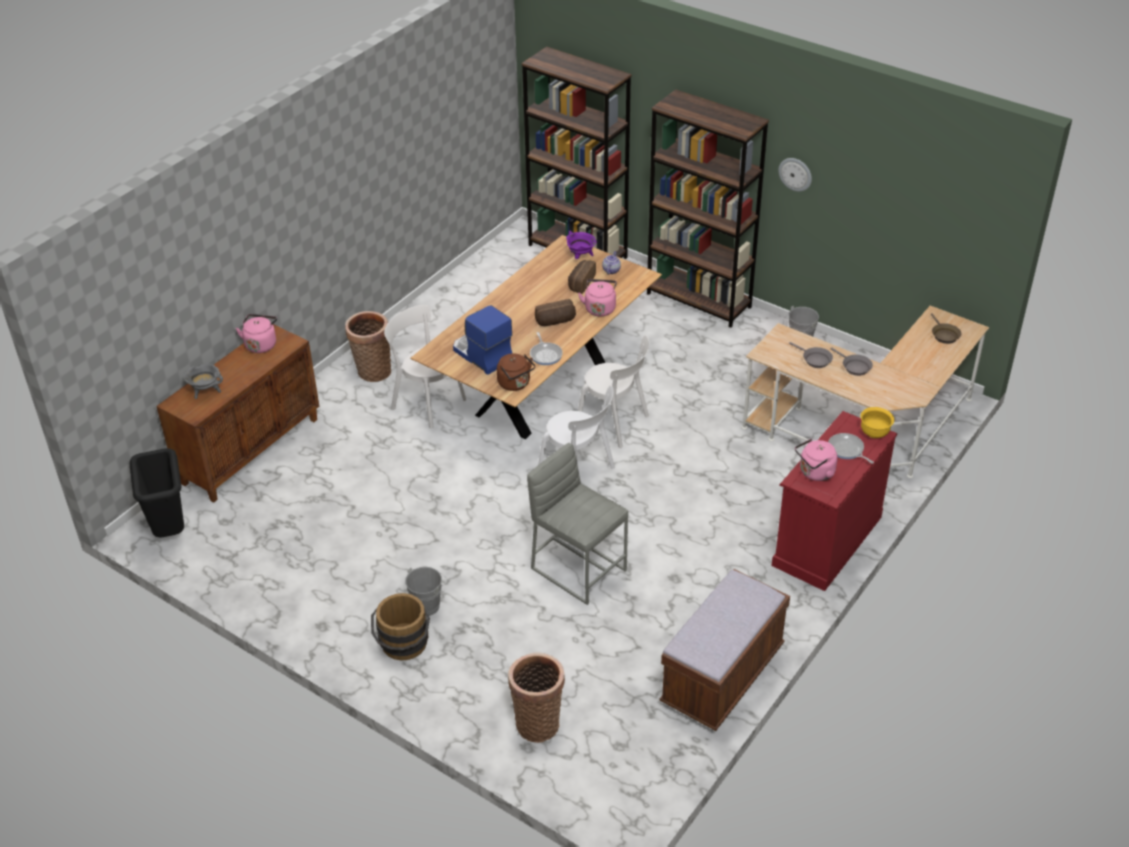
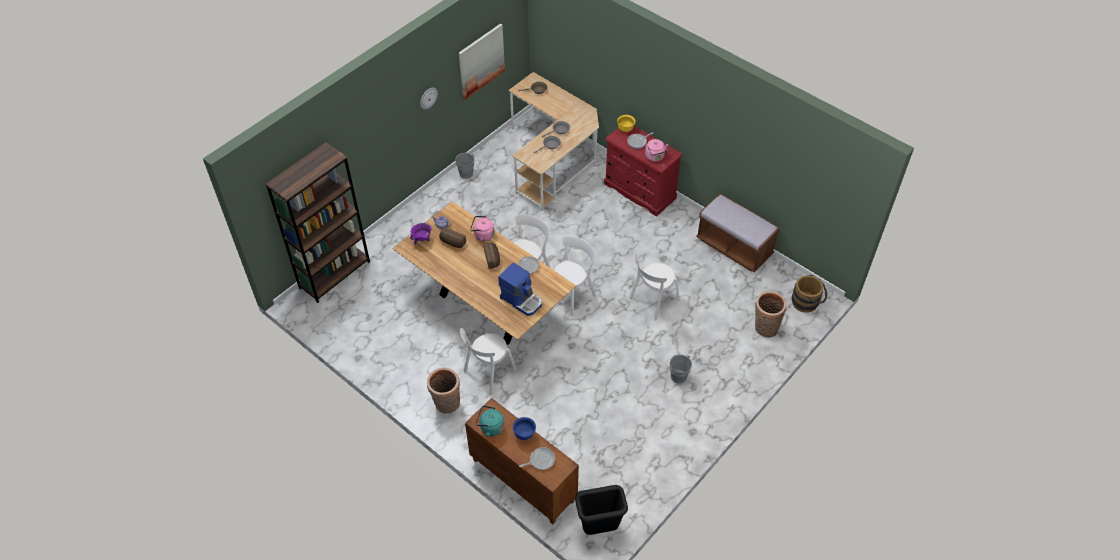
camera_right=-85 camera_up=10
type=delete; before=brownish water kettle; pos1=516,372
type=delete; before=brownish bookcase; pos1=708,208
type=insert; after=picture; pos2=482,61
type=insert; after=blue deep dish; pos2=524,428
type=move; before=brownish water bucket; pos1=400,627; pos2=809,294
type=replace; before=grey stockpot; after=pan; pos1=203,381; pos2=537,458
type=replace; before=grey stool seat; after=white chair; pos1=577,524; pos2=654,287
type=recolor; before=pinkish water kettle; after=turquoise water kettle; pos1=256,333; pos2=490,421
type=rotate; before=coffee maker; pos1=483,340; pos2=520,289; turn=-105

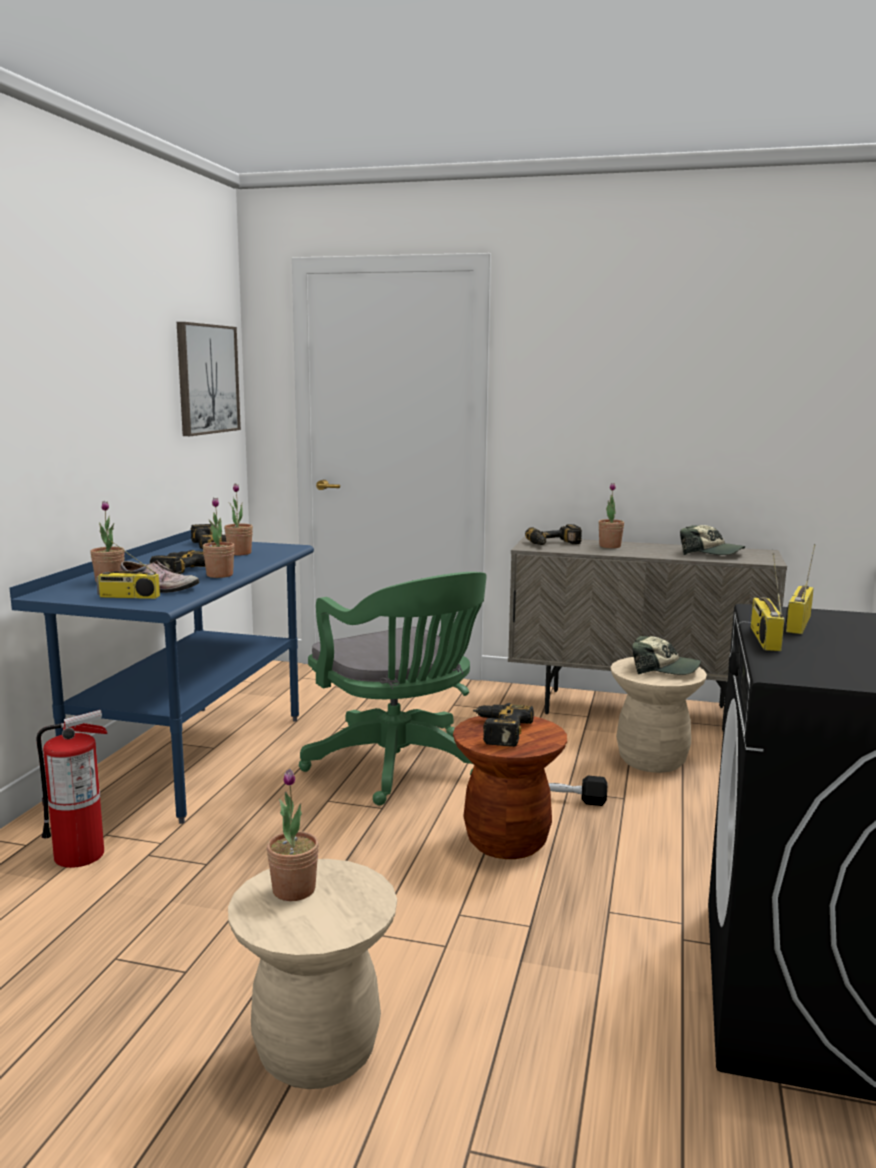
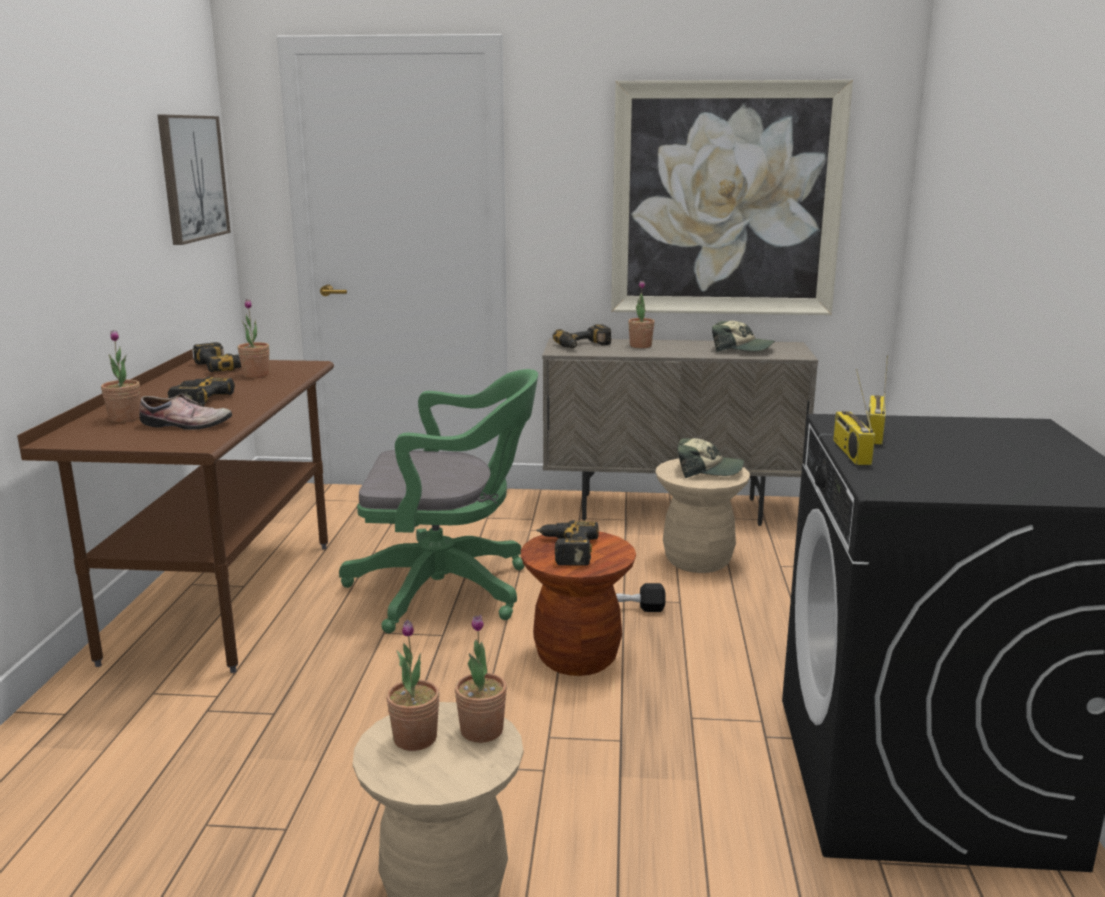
camera_right=-10 camera_up=5
type=delete; before=fire-fighting cylinder; pos1=72,789
type=delete; before=radio set; pos1=128,569
type=insert; after=picture; pos2=732,197
type=move; before=houseplant; pos1=218,537; pos2=481,679
type=recolor; before=blue desk table; after=brownish desk table; pos1=162,677; pos2=175,511
type=rotate; before=green-coloured desk chair; pos1=393,689; pos2=438,501; turn=-45

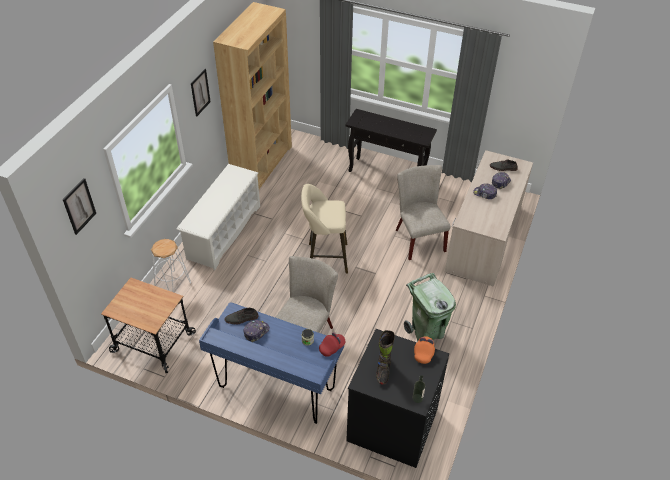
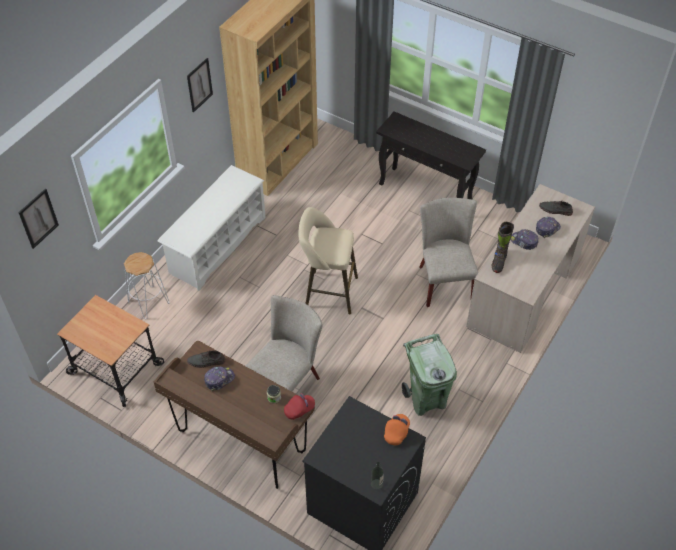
camera_right=10 camera_up=5
type=move; before=black-coloured boot; pos1=385,357; pos2=503,247
type=recolor; before=blue desk table; after=brownish desk table; pos1=271,363; pos2=234,415

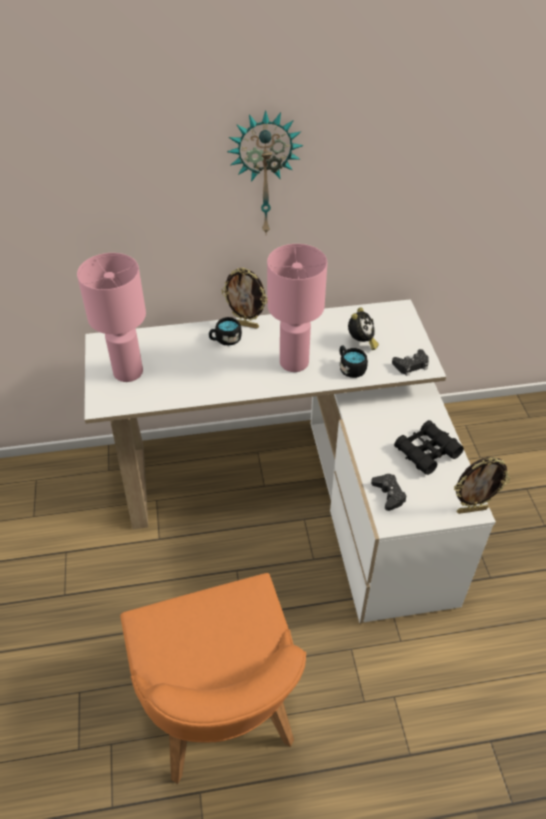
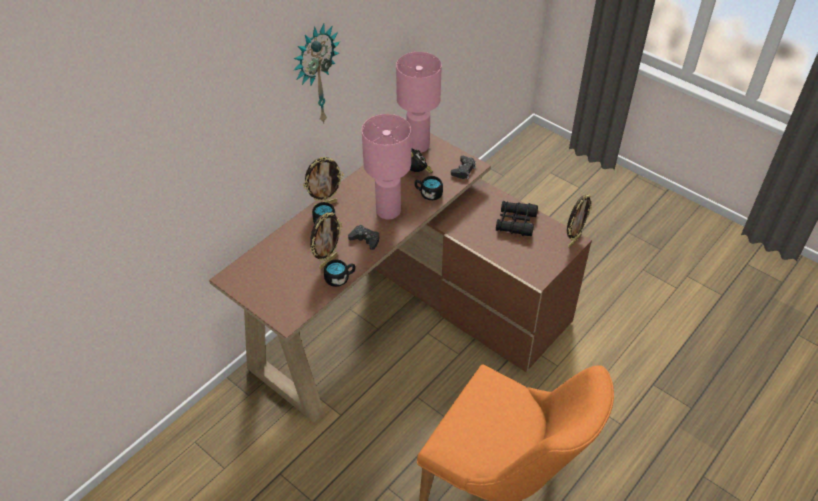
camera_right=-40 camera_up=0
type=insert; after=photo frame; pos2=326,240
type=insert; after=black-coloured coffee mug; pos2=339,273
type=move; before=pinkish table lamp; pos1=111,317; pos2=419,102
type=move; before=black-coloured gamepad; pos1=388,492; pos2=363,237
type=recolor; before=white desk table; after=brownish desk table; pos1=290,461; pos2=400,278

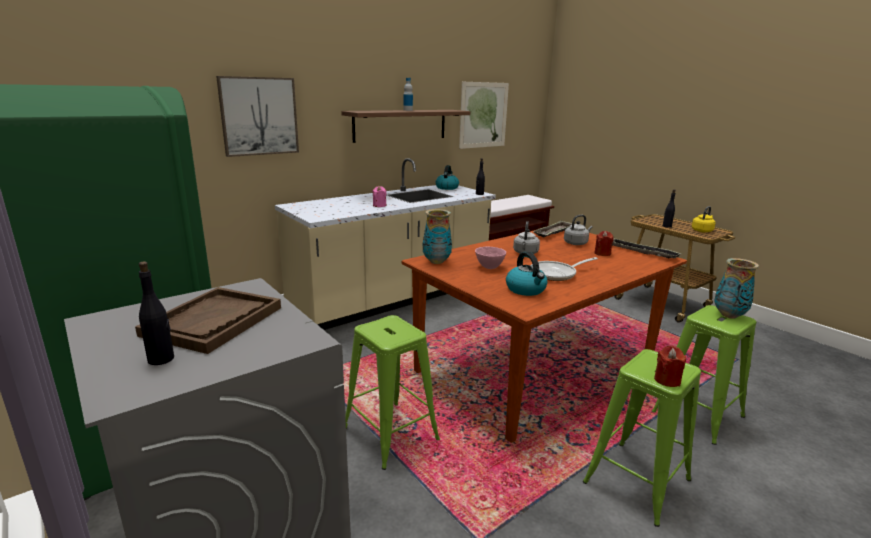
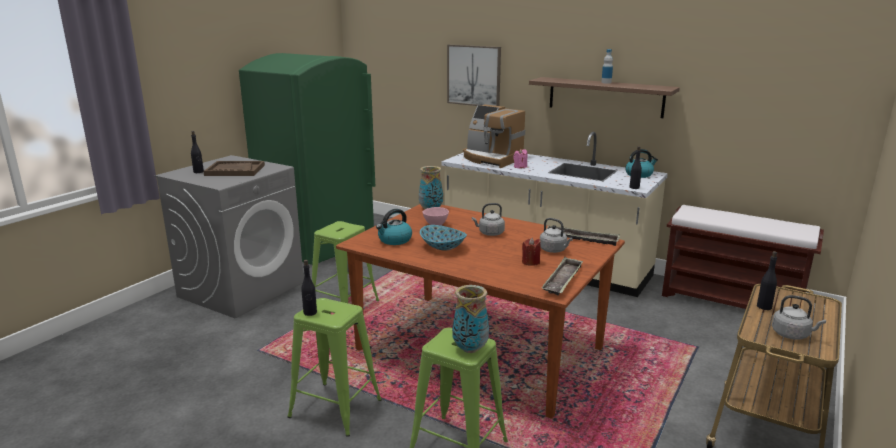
camera_right=70 camera_up=0
type=delete; before=picture; pos1=484,115
type=insert; after=coffee maker; pos2=494,136
type=replace; before=pan; after=deep dish; pos1=564,269; pos2=443,238
type=replace; before=red wax candle; after=black-coloured drink bottle; pos1=670,366; pos2=309,288
type=recolor; before=yellowish water kettle; after=grey water kettle; pos1=704,219; pos2=799,317

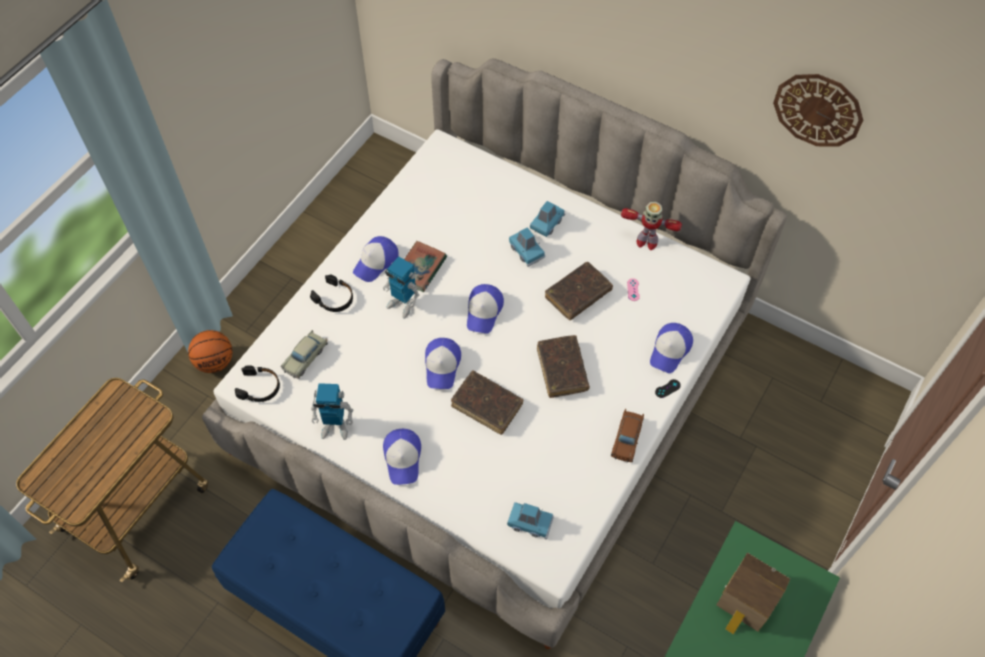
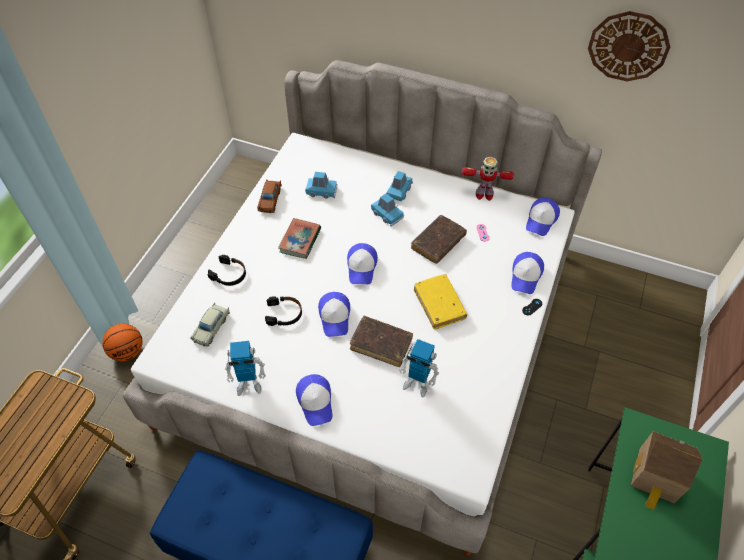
camera_right=-10 camera_up=-5
type=move; before=black-coloured pair of headphones; pos1=257,383; pos2=283,311
type=move; before=cap; pos1=376,259; pos2=543,217
type=move; before=model robot; pos1=401,288; pos2=419,368
type=move; before=blue model car; pos1=530,520; pos2=321,185
type=move; before=brownish model car; pos1=627,436; pos2=269,196
type=recolor; before=brownish volume; after=yellowish volume; pos1=563,366; pos2=440,301

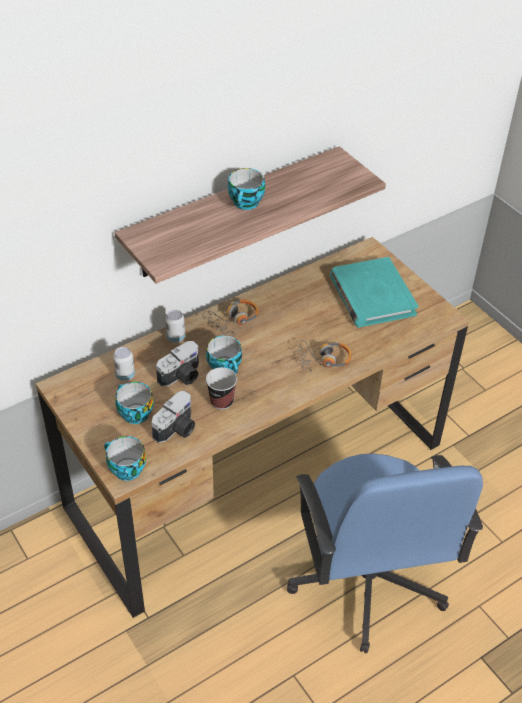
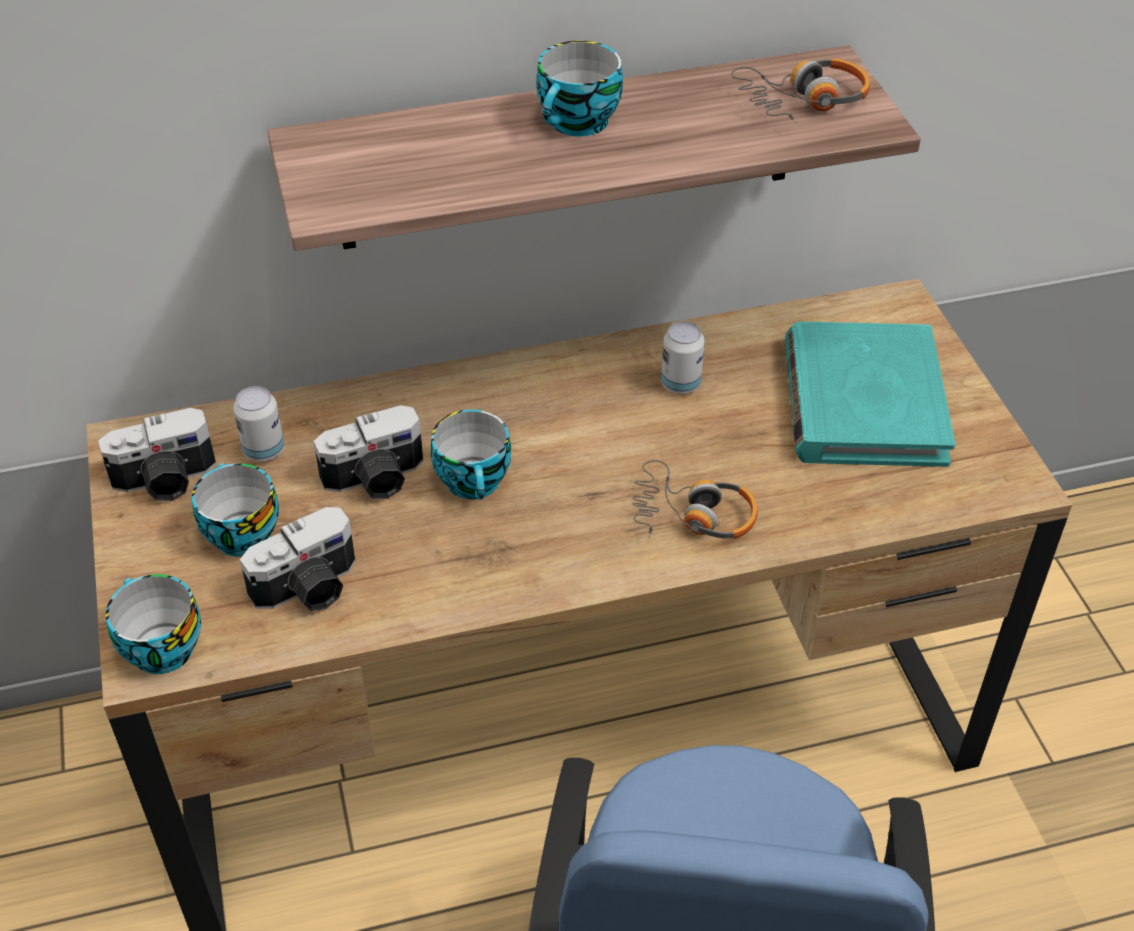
camera_right=20 camera_up=0
type=delete; before=small cup; pos1=221,388
type=insert; after=still camera; pos2=157,454
type=move; before=metal can; pos1=175,326; pos2=683,357
type=move; before=pair of headphones; pos1=231,317; pos2=800,90

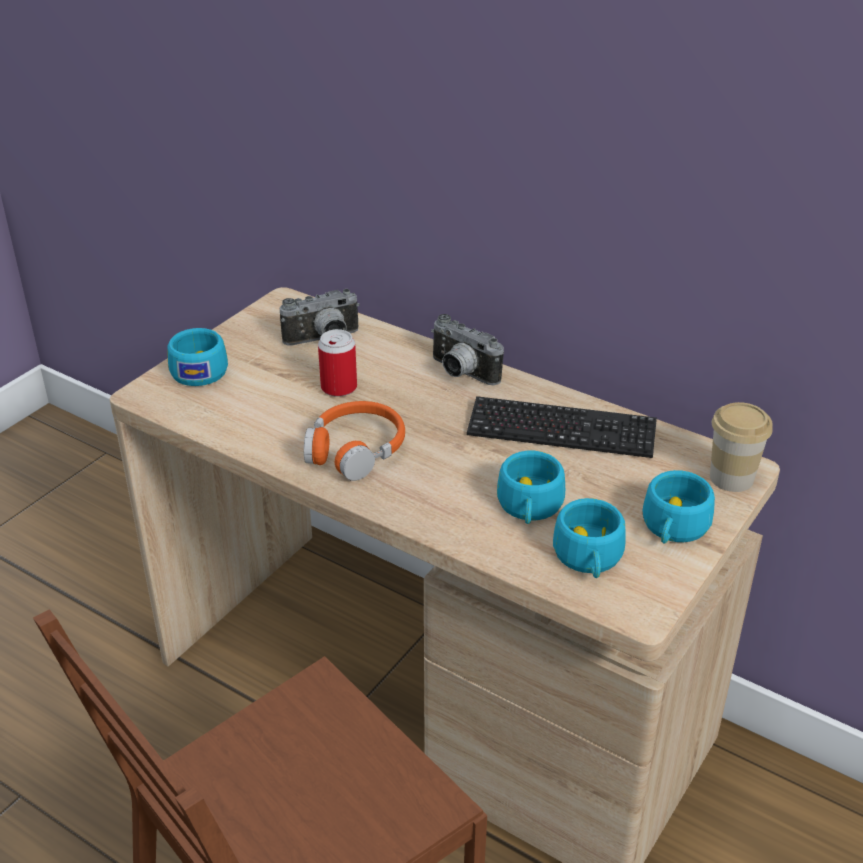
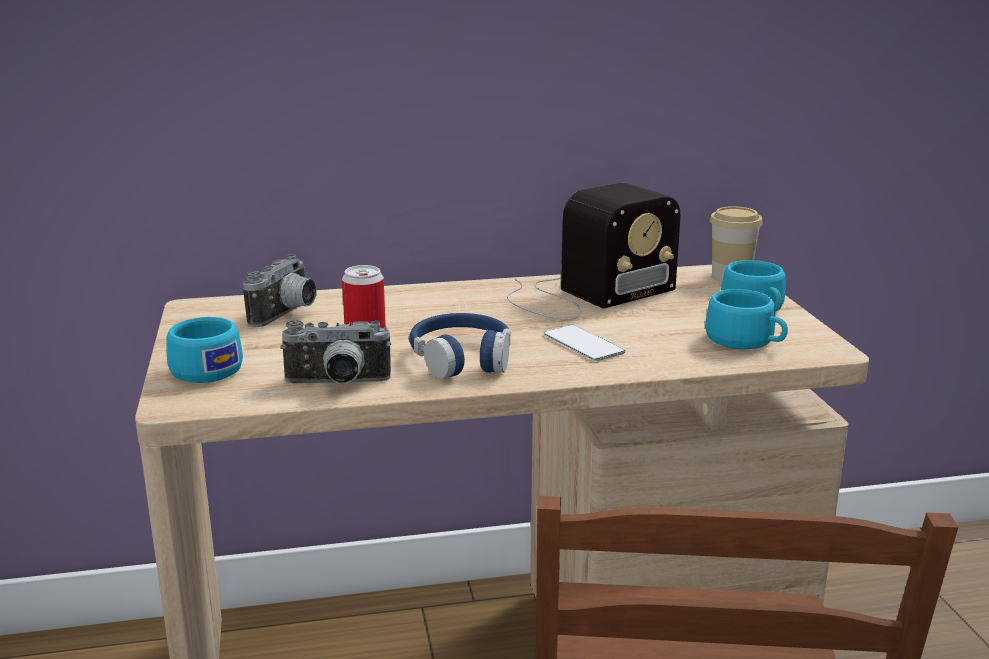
camera_right=-45 camera_up=-15
type=delete; before=turquoise small cup; pos1=531,487
type=insert; after=phone; pos2=585,343
type=move; before=still camera; pos1=467,350; pos2=335,352
type=replace; before=PC keyboard; after=radio set; pos1=562,427; pos2=593,251
type=recolor; before=orangey pair of headphones; after=blue pair of headphones; pos1=354,441; pos2=459,346

